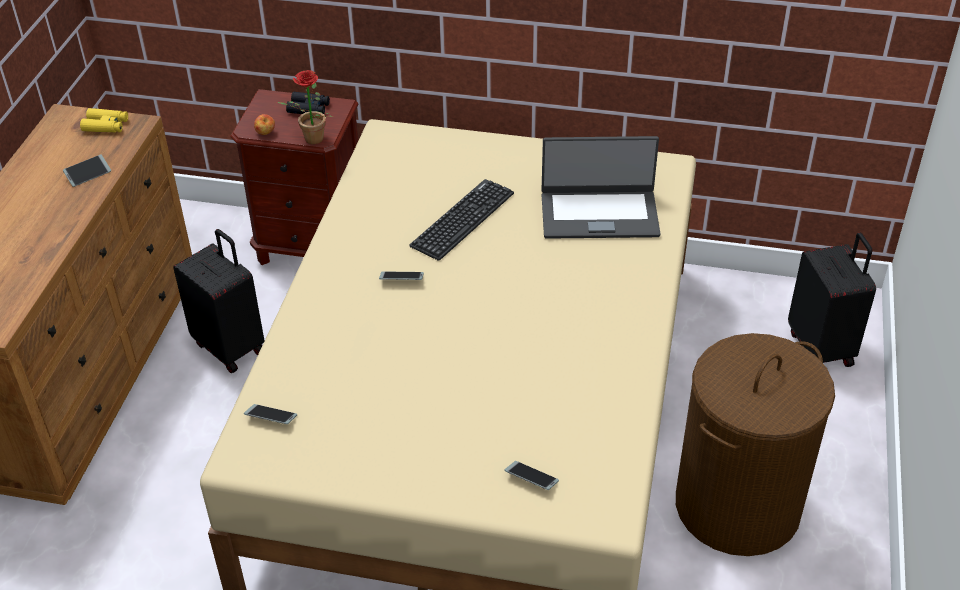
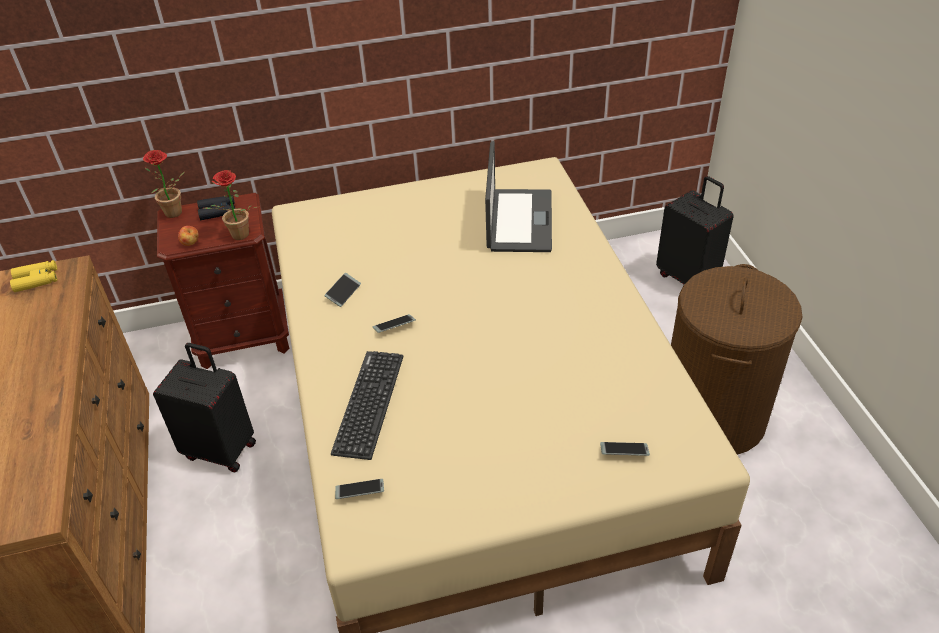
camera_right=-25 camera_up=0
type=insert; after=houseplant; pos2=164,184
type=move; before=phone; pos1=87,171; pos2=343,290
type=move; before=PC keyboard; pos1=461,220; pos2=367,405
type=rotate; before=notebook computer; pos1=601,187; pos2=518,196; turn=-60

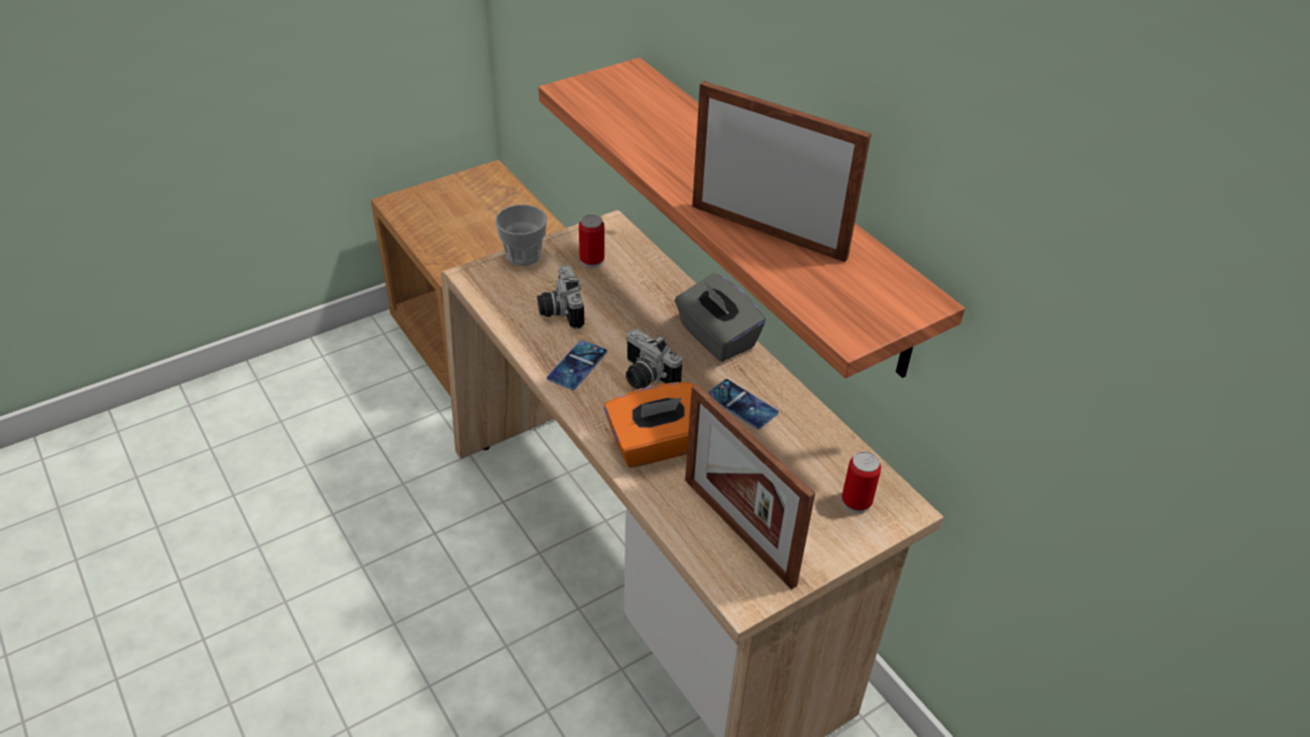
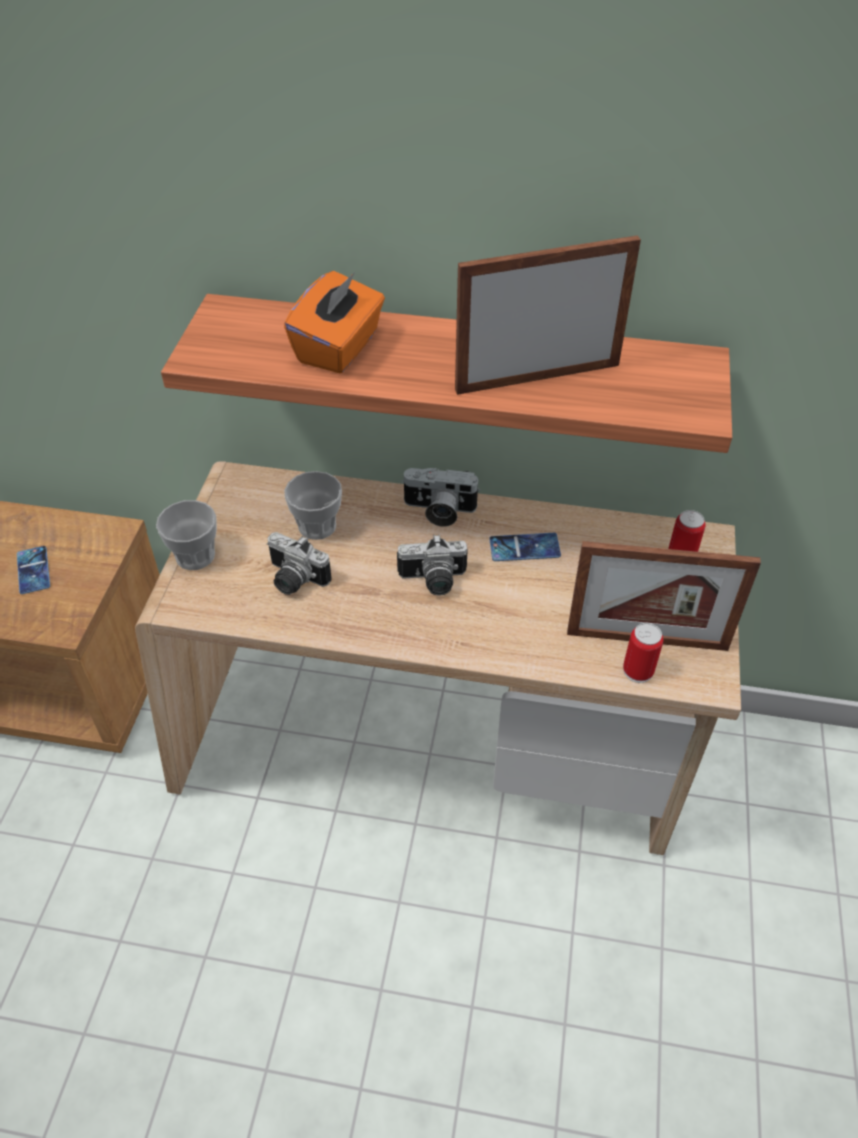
camera_right=-45 camera_up=5
type=insert; after=small cup; pos2=313,505
type=move; before=phone; pos1=577,365; pos2=33,570
type=move; before=metal can; pos1=592,241; pos2=643,653
type=move; before=orangey tissue holder; pos1=649,425; pos2=334,322
type=replace; before=grey tissue holder; after=still camera; pos1=720,317; pos2=441,497

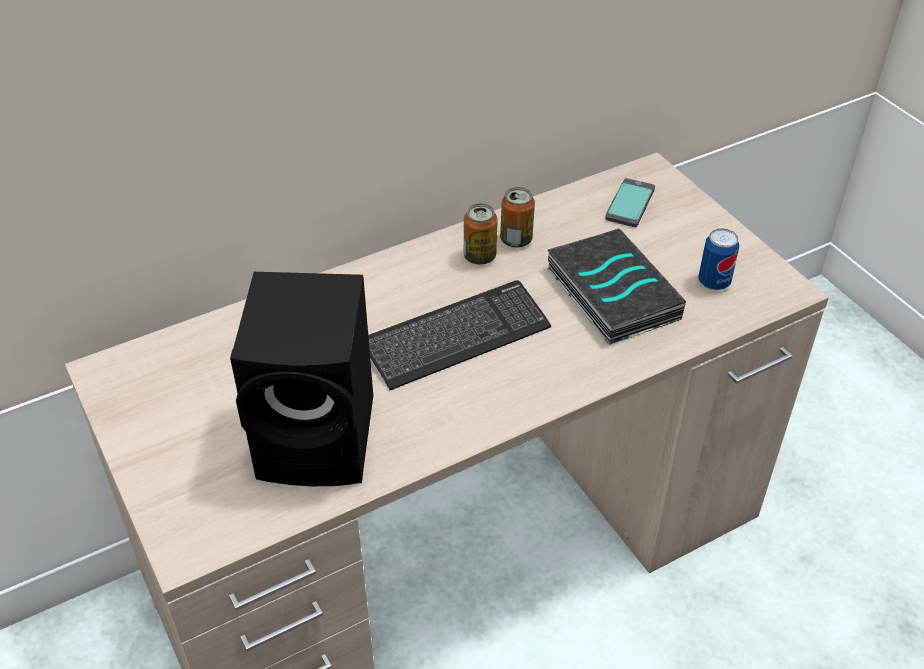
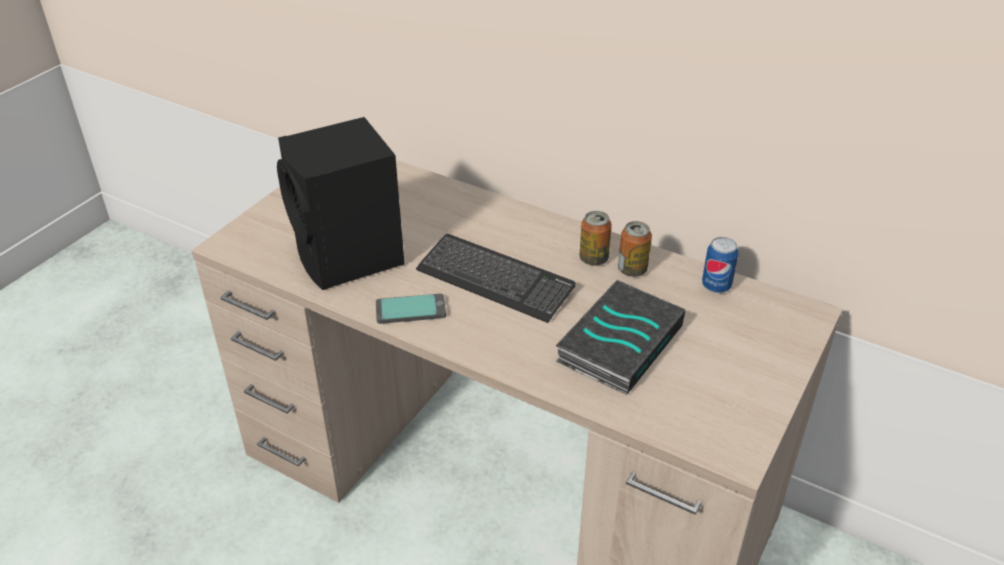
camera_right=60 camera_up=-5
type=move; before=phone; pos1=630,202; pos2=411,309
type=move; before=metal can; pos1=718,259; pos2=720,265

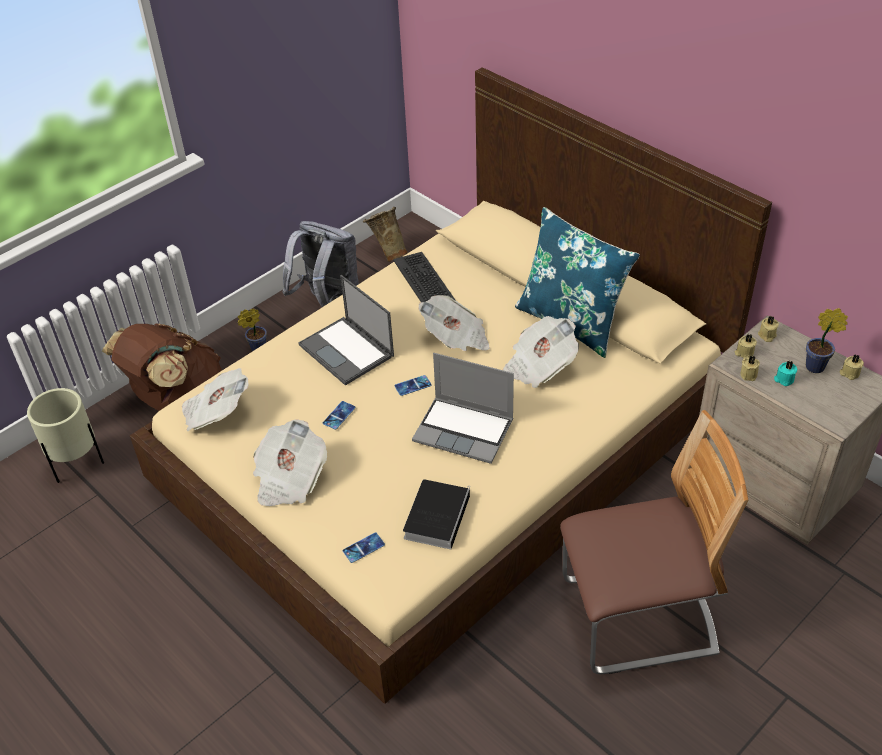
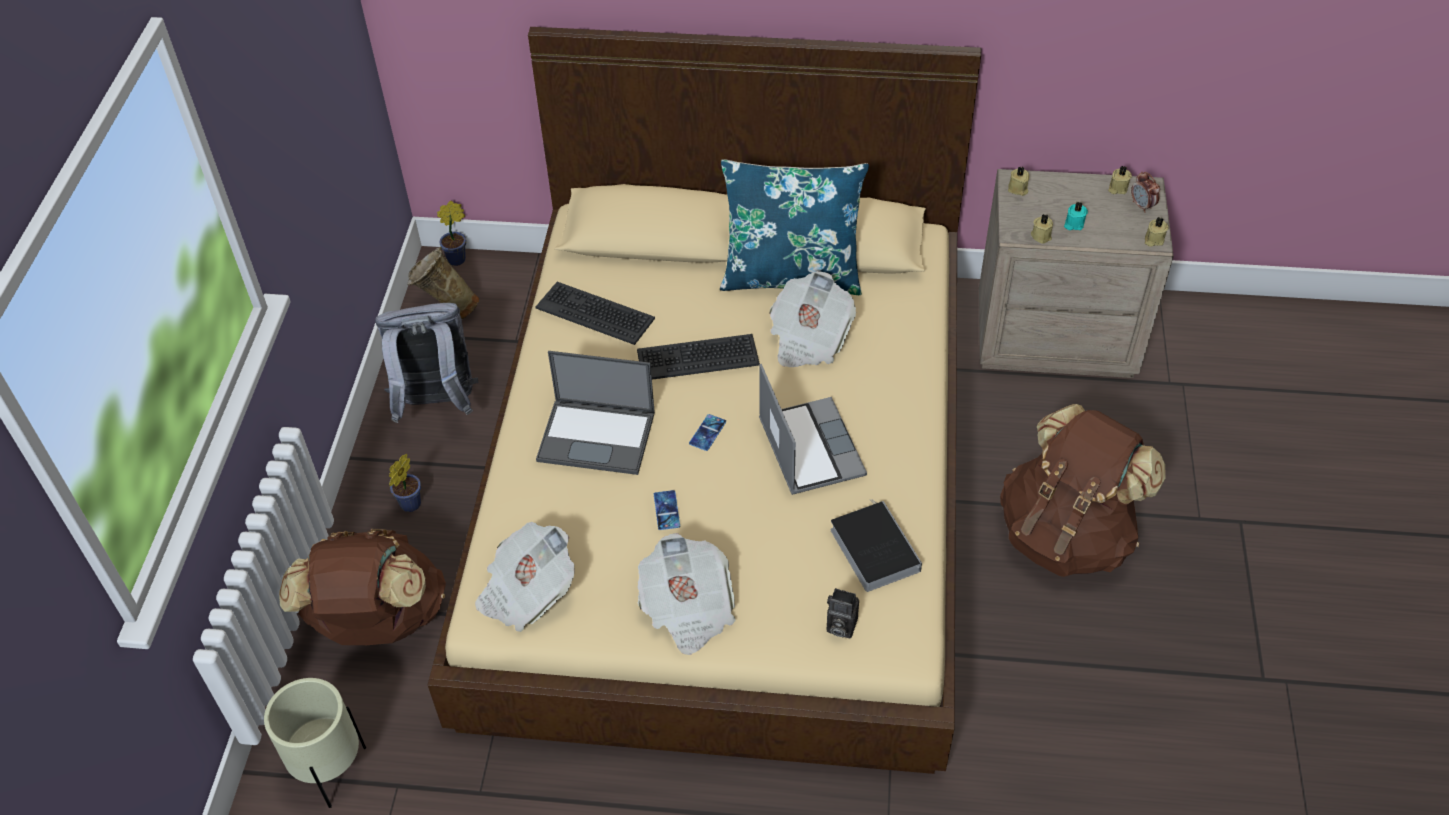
camera_right=-40 camera_up=5
type=insert; after=bedside clock; pos2=1145,192
type=move; before=sand-coloured wax candle; pos1=746,345; pos2=1157,232
type=move; before=houseplant; pos1=827,340; pos2=451,233
type=replace; before=phone; after=still camera; pos1=364,547; pos2=843,613
type=replace; before=newspaper; after=PC keyboard; pos1=454,323; pos2=698,357
type=replace; before=chair; after=brownish rucksack; pos1=654,542; pos2=1082,490
type=rotate; before=notebook computer; pos1=463,408; pos2=813,429; turn=-90

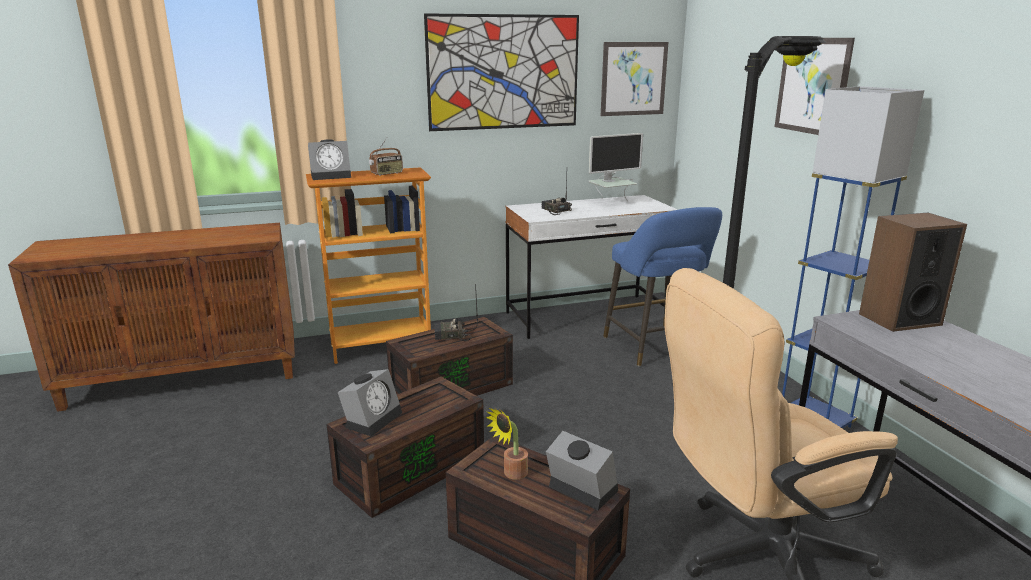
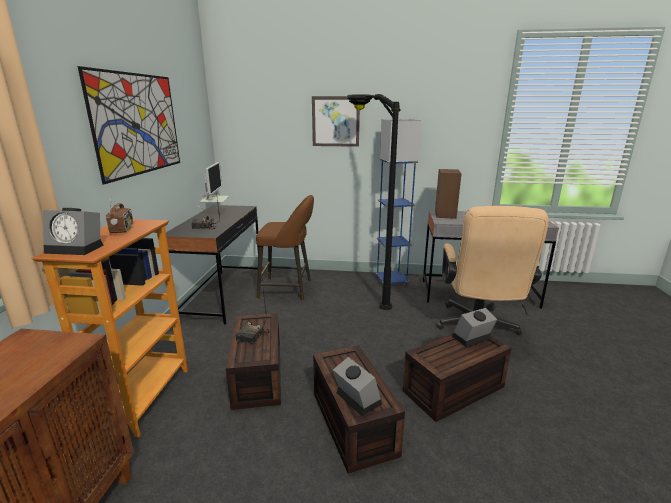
camera_right=-65 camera_up=0
type=delete; before=houseplant; pos1=506,444
type=delete; before=picture; pos1=634,79
type=recolor; before=white desk table; after=black-coloured desk table; pos1=592,267; pos2=212,265
type=recolor; before=blue stool seat; after=brownish stool seat; pos1=662,286; pos2=285,248
type=rotate; before=bedside clock; pos1=329,159; pos2=73,231; turn=90

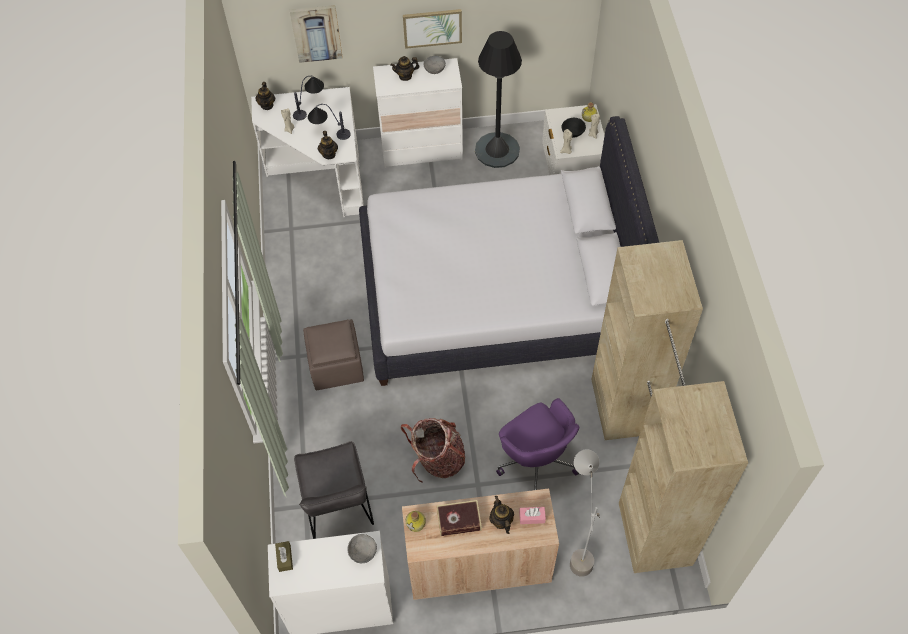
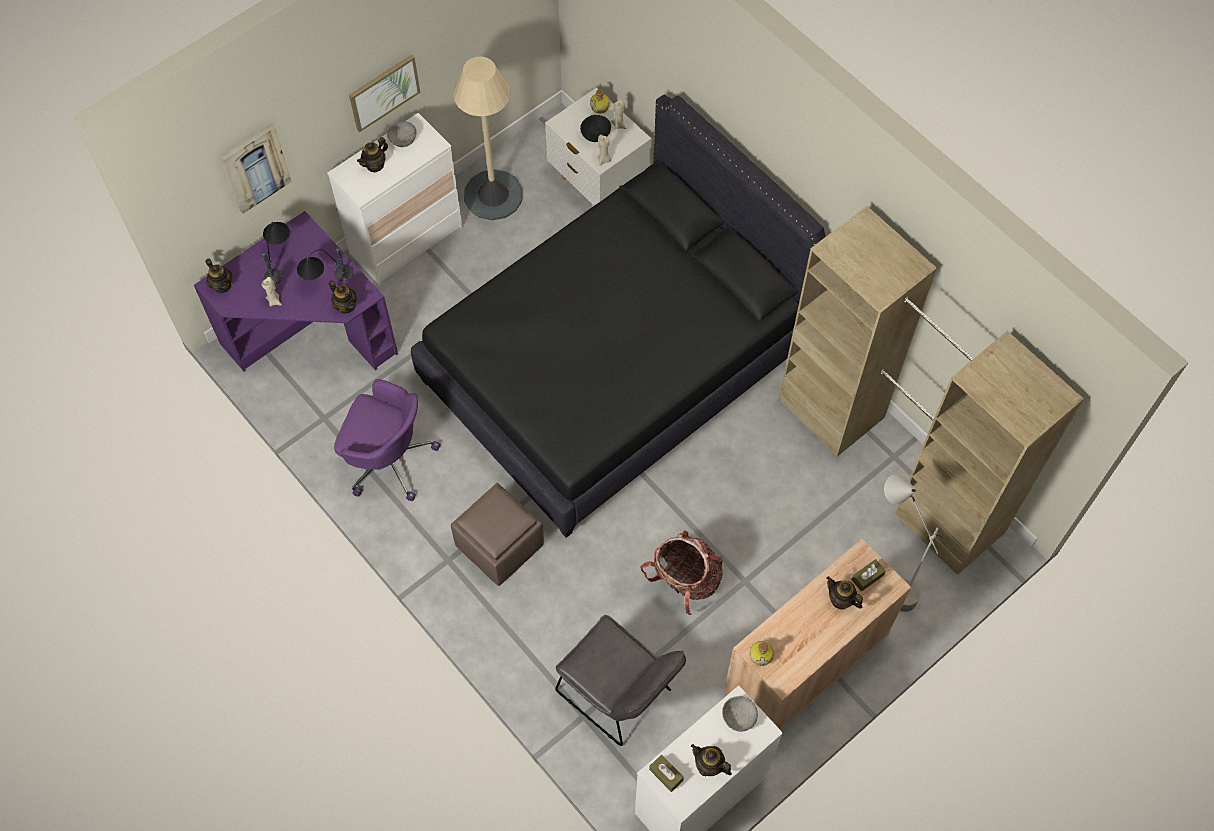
camera_right=-35 camera_up=5
type=delete; before=volume; pos1=459,518
type=insert; after=tea pot; pos2=711,760
type=move; before=purple desk chair; pos1=537,444; pos2=387,440
type=recolor; before=white desk table; after=purple desk table; pos1=307,152; pos2=296,291
type=recolor; before=white bedroom bed; after=black-coloured bedroom bed; pos1=509,251; pos2=618,316
type=recolor; before=black-coloured standing lamp; after=sand-coloured standing lamp; pos1=498,99; pos2=488,138
type=recolor; before=pinkish tissue holder; after=brownish tissue holder; pos1=532,515; pos2=868,575

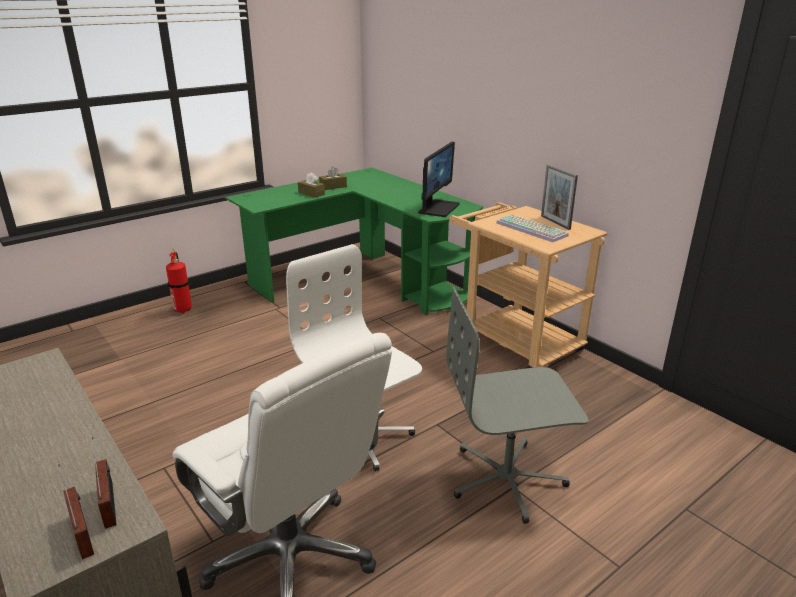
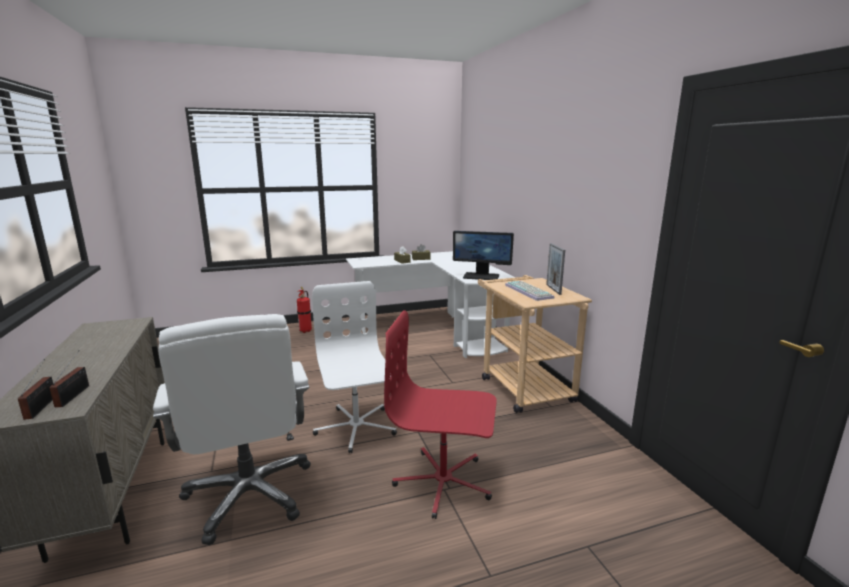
camera_right=20 camera_up=-10
type=recolor; before=green-coloured desk table; after=white desk table; pos1=354,241; pos2=431,304
type=recolor; before=grey desk chair; after=red desk chair; pos1=517,405; pos2=440,414
type=rotate; before=computer screen; pos1=439,179; pos2=483,255; turn=60

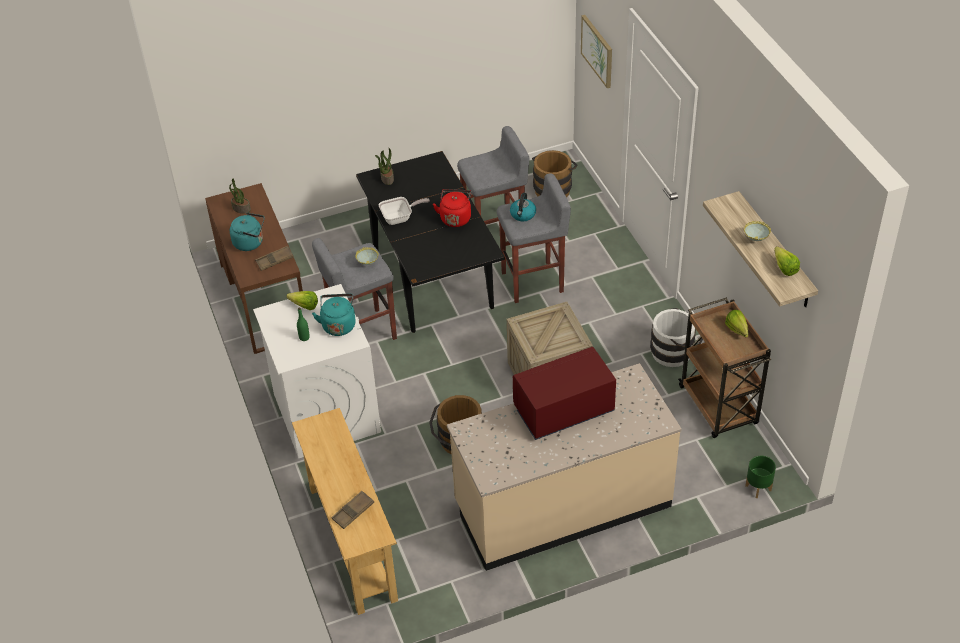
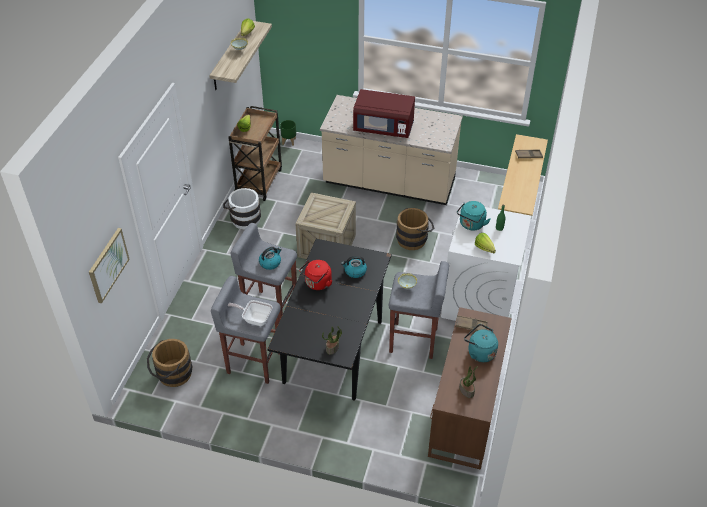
camera_right=-145 camera_up=0
type=insert; after=water kettle; pos2=354,267
type=move; before=pan; pos1=404,211; pos2=250,313

